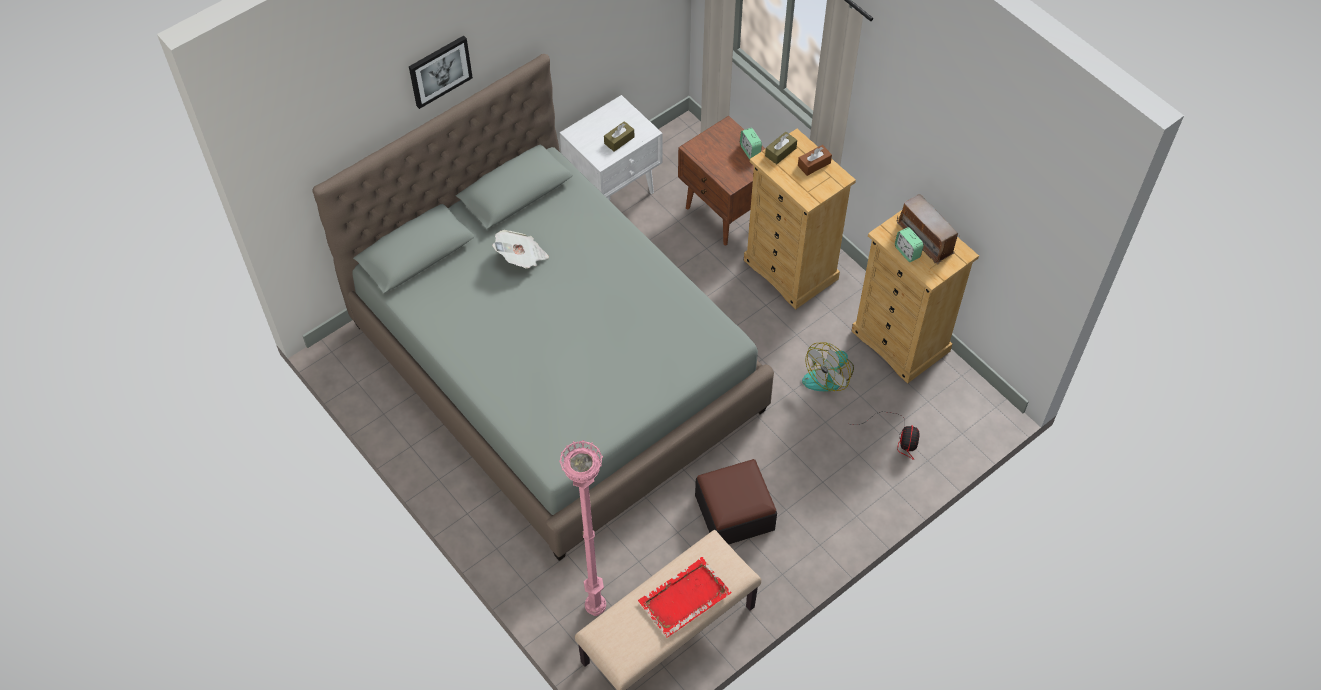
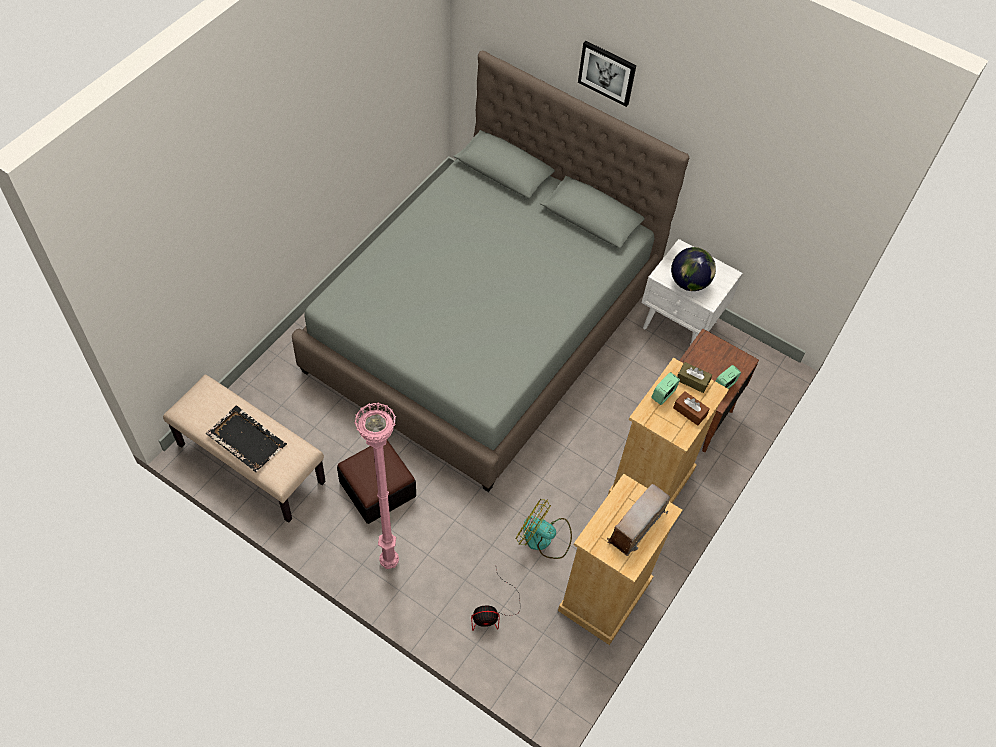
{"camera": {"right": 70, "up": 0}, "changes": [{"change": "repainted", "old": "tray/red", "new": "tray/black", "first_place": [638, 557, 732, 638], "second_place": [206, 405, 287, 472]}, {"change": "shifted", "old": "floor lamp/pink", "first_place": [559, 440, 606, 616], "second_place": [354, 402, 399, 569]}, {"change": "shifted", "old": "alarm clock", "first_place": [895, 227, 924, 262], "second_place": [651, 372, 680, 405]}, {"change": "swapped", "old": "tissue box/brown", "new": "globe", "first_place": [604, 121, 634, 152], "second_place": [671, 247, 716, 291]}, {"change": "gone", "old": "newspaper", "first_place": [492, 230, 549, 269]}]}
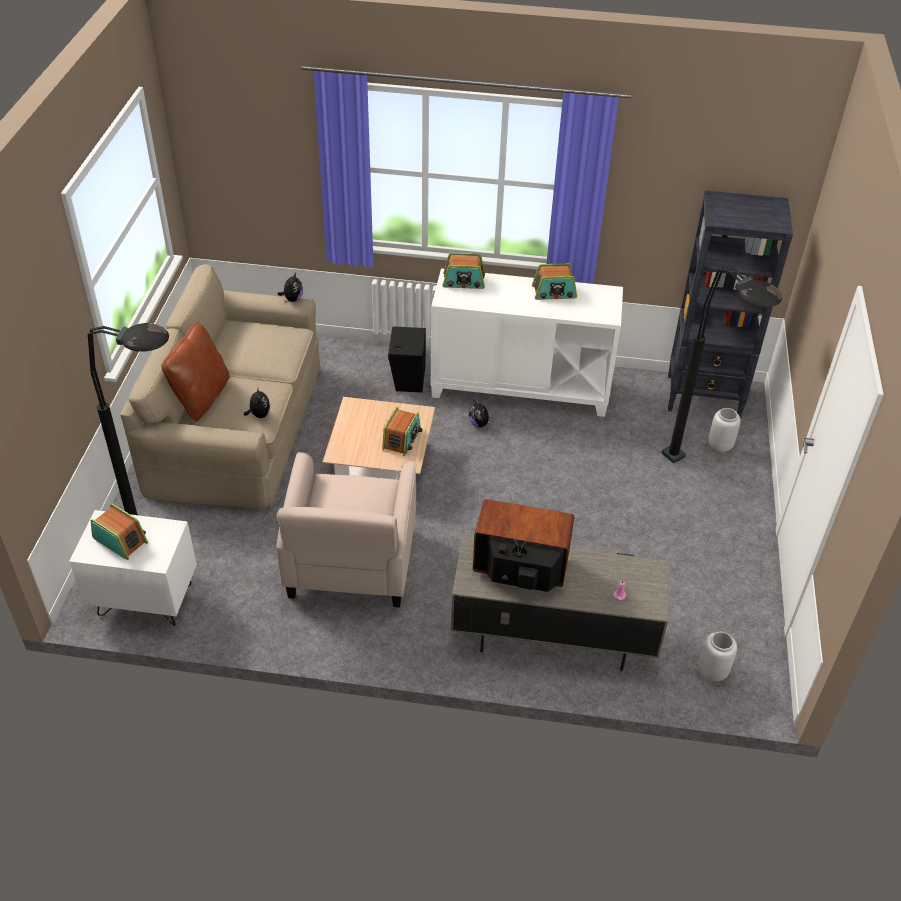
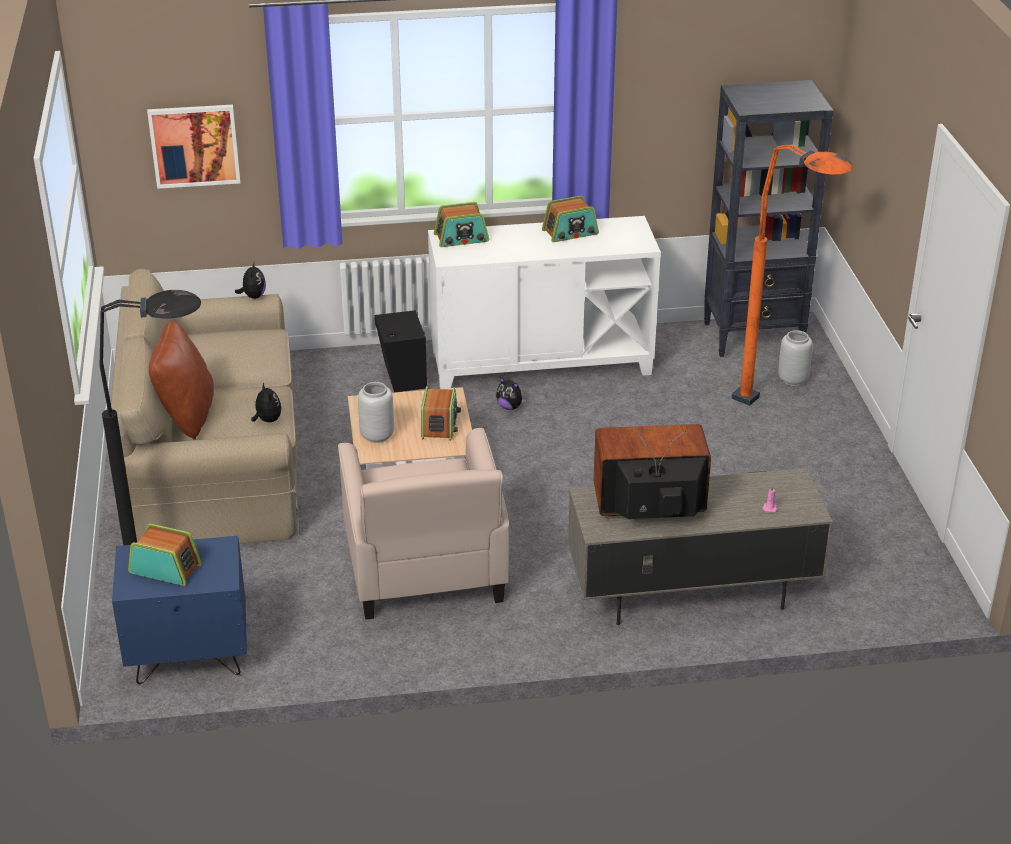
{"camera": {"right": -15, "up": -10}, "changes": [{"change": "repainted", "old": "nightstand/white", "new": "nightstand/blue", "first_place": [69, 510, 197, 626], "second_place": [112, 536, 247, 684]}, {"change": "new", "new": "picture", "second_place": [147, 105, 240, 189]}, {"change": "shifted", "old": "vase/grey", "first_place": [698, 632, 737, 681], "second_place": [358, 382, 394, 443]}, {"change": "repainted", "old": "floor lamp/black", "new": "floor lamp/orange", "first_place": [661, 266, 782, 464], "second_place": [731, 145, 853, 406]}]}
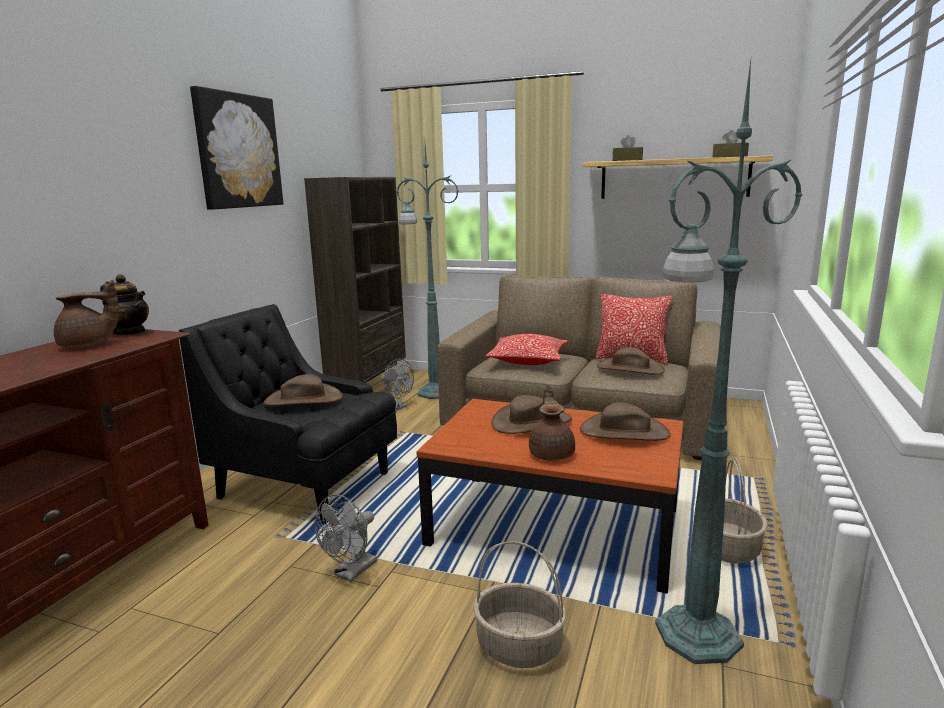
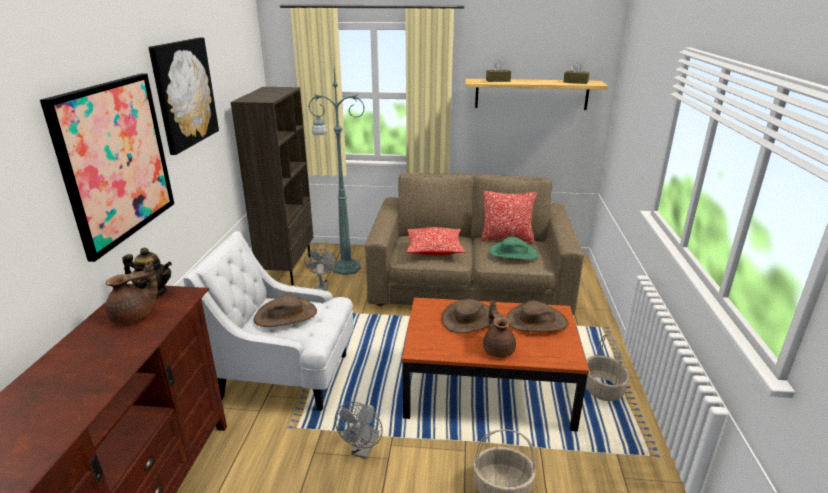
{"camera": {"right": -15, "up": 10}, "changes": [{"change": "new", "new": "picture", "second_place": [40, 73, 174, 262]}, {"change": "repainted", "old": "armchair/black", "new": "armchair/white", "first_place": [178, 304, 397, 524], "second_place": [183, 231, 353, 411]}, {"change": "rotated", "old": "fan/grey", "first_place": [381, 359, 414, 410], "second_place": [304, 249, 337, 291], "degrees": -120}, {"change": "repainted", "old": "hat/brown", "new": "hat/green", "first_place": [597, 347, 665, 375], "second_place": [489, 237, 539, 260]}, {"change": "gone", "old": "floor lamp/green", "first_place": [655, 60, 803, 664]}]}
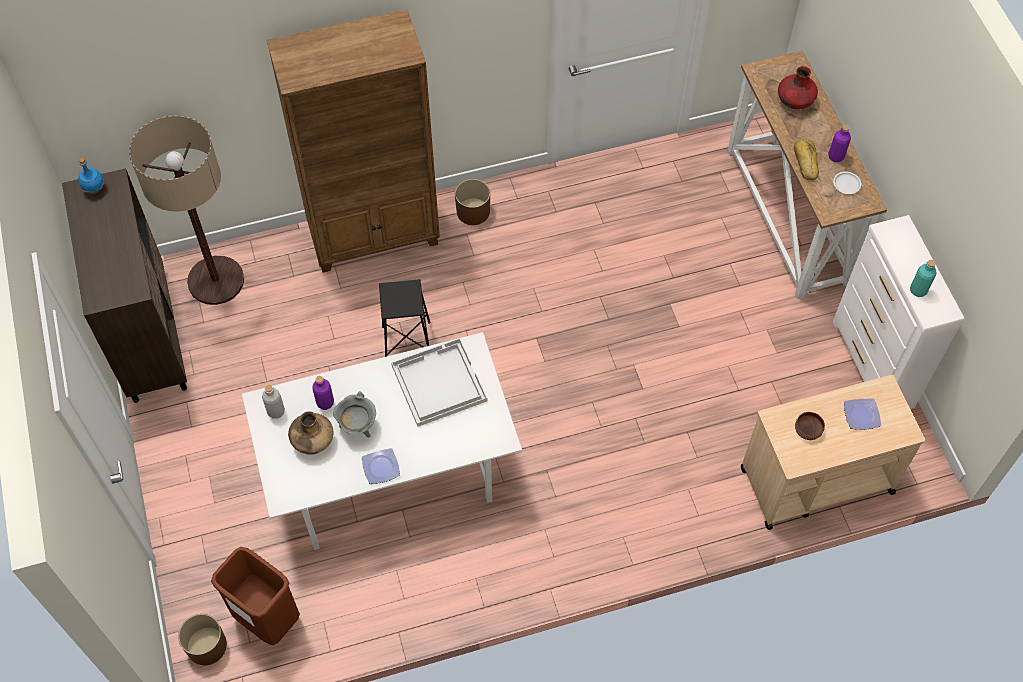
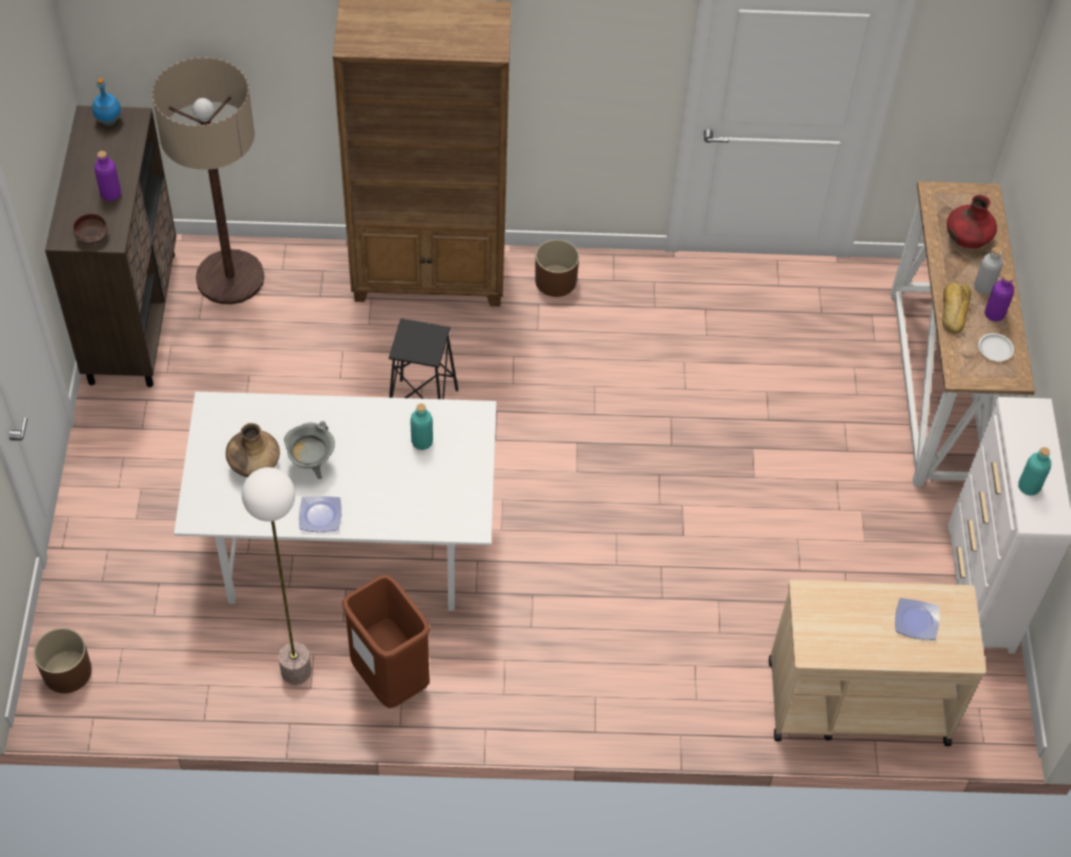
{"camera": {"right": 15, "up": -5}, "changes": [{"change": "shifted", "old": "bowl/brown", "first_place": [795, 412, 825, 440], "second_place": [73, 213, 108, 244]}, {"change": "shifted", "old": "bottle/purple", "first_place": [312, 376, 334, 410], "second_place": [94, 151, 121, 201]}, {"change": "new", "new": "floor lamp", "second_place": [242, 467, 311, 685]}, {"change": "shifted", "old": "trash can/brown", "first_place": [211, 547, 300, 645], "second_place": [342, 575, 430, 708]}, {"change": "swapped", "old": "tray/white", "new": "bottle/turquoise", "first_place": [391, 338, 487, 427], "second_place": [410, 403, 433, 450]}, {"change": "shifted", "old": "bottle/grey", "first_place": [262, 385, 285, 419], "second_place": [974, 247, 1003, 294]}]}
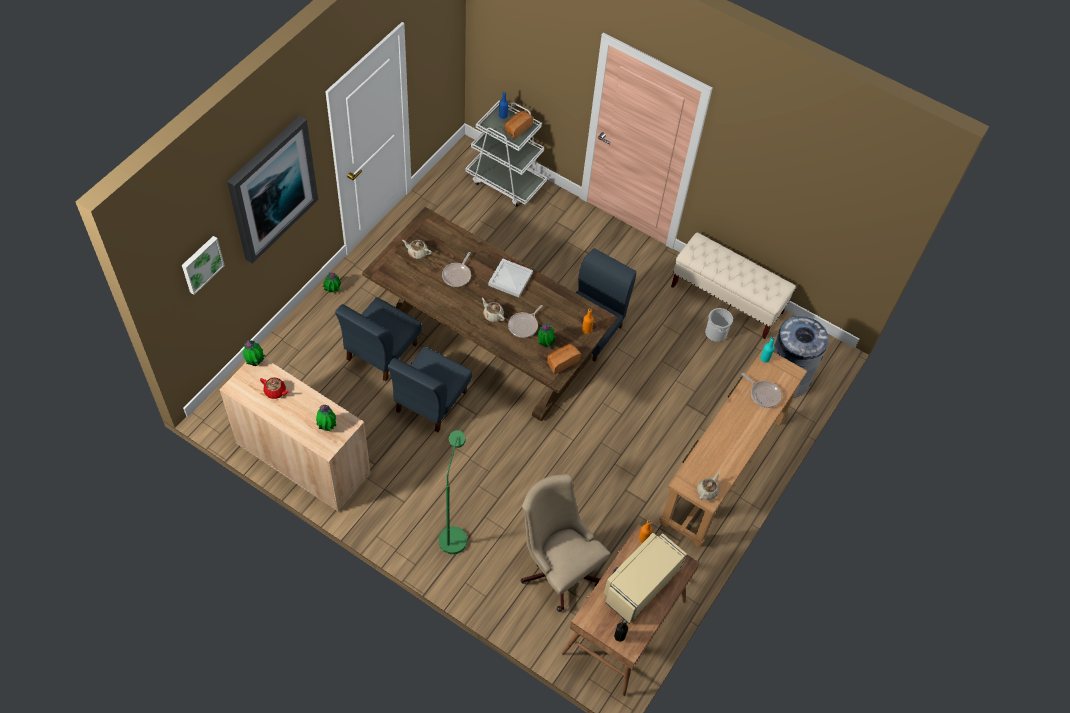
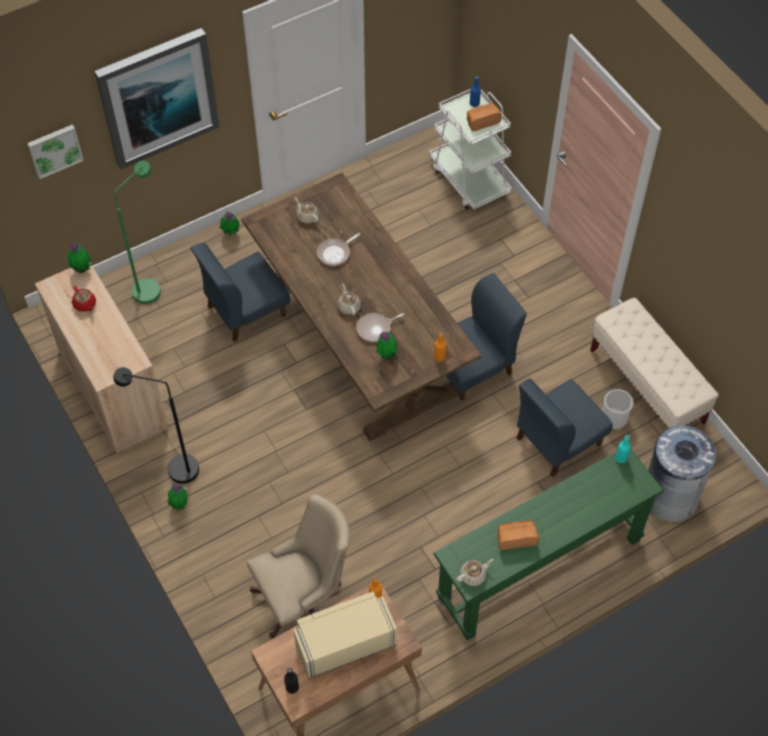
{"camera": {"right": 30, "up": 0}, "changes": [{"change": "new", "new": "floor lamp/black", "second_place": [113, 367, 199, 484]}, {"change": "shifted", "old": "floor lamp/green", "first_place": [439, 430, 467, 555], "second_place": [114, 161, 161, 304]}, {"change": "shifted", "old": "potted plant", "first_place": [316, 405, 336, 432], "second_place": [167, 483, 188, 512]}, {"change": "rotated", "old": "office chair/beige", "first_place": [520, 474, 610, 612], "second_place": [247, 494, 350, 638], "degrees": 75}, {"change": "repainted", "old": "console table/brown", "new": "console table/green", "first_place": [659, 348, 807, 548], "second_place": [434, 449, 664, 641]}, {"change": "shifted", "old": "bread", "first_place": [547, 344, 581, 374], "second_place": [498, 520, 539, 550]}, {"change": "shifted", "old": "chair/blue", "first_place": [388, 346, 472, 432], "second_place": [516, 378, 613, 477]}, {"change": "gone", "old": "tray/white", "first_place": [488, 258, 533, 298]}, {"change": "gone", "old": "frying pan", "first_place": [742, 373, 781, 408]}]}
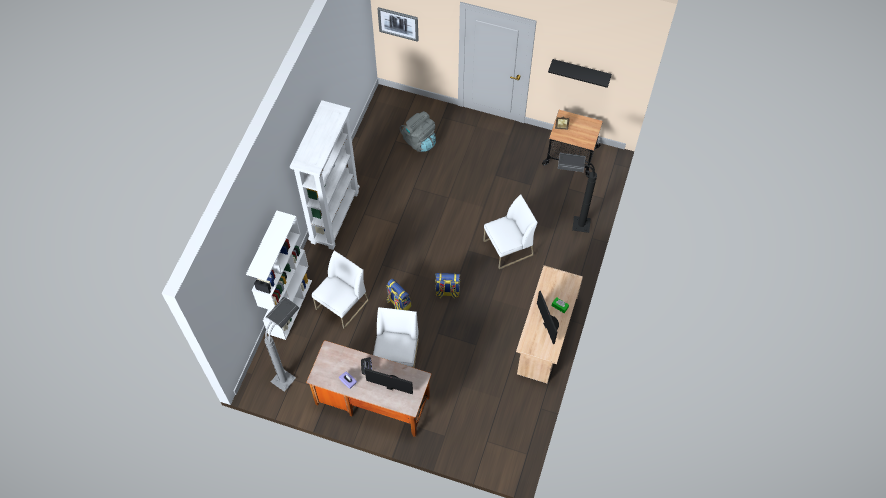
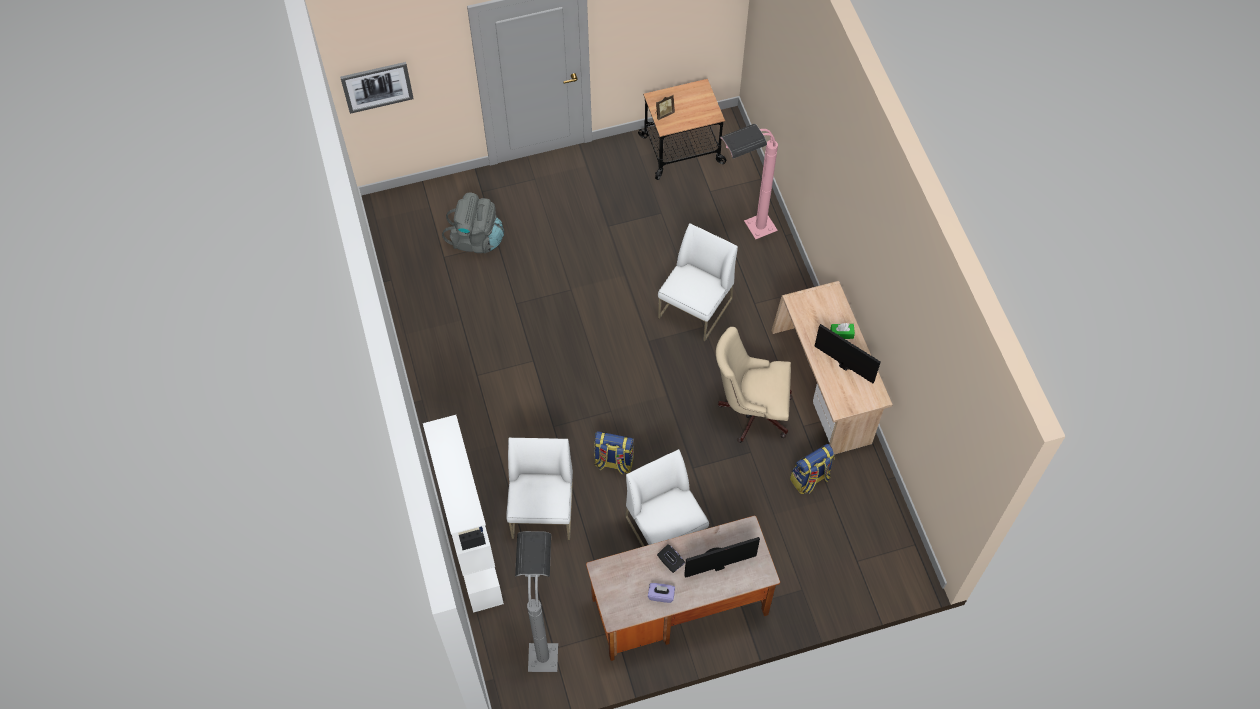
{"camera": {"right": -35, "up": 0}, "changes": [{"change": "new", "new": "office chair/beige", "second_place": [716, 327, 792, 443]}, {"change": "repainted", "old": "floor lamp/black", "new": "floor lamp/pink", "first_place": [558, 153, 597, 233], "second_place": [719, 124, 778, 239]}, {"change": "shifted", "old": "backpack", "first_place": [435, 273, 460, 299], "second_place": [790, 444, 835, 494]}, {"change": "gone", "old": "bookcase/white", "first_place": [290, 100, 360, 250]}, {"change": "gone", "old": "shelf/black", "first_place": [548, 59, 612, 88]}]}
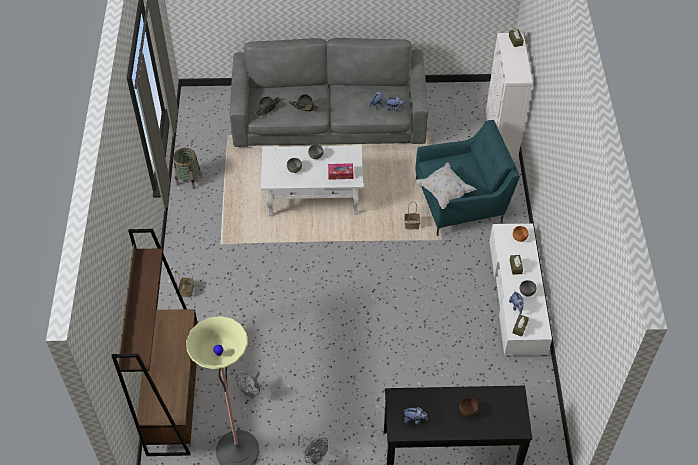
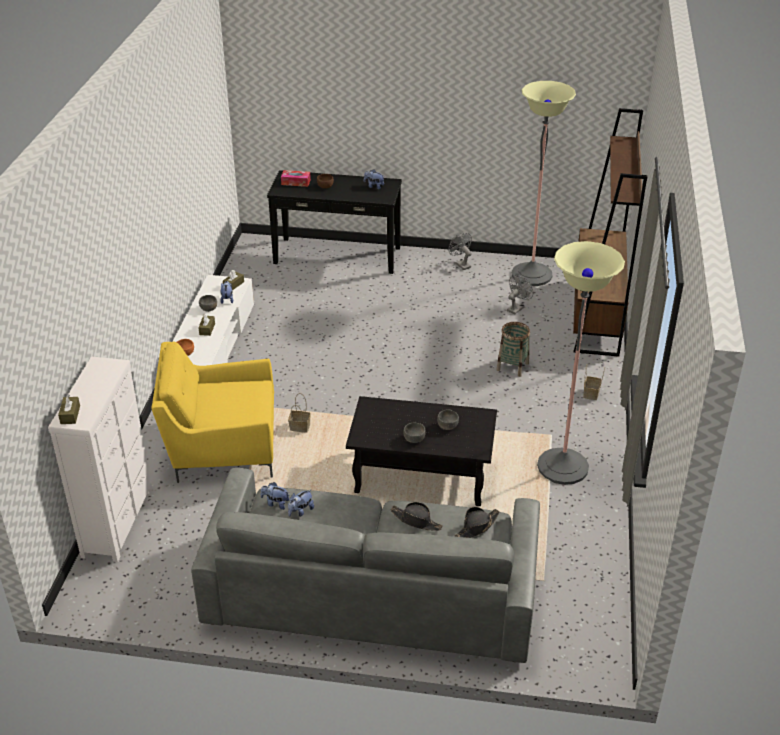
{"camera": {"right": -170, "up": -15}, "changes": [{"change": "repainted", "old": "armchair/turquoise", "new": "armchair/yellow", "first_place": [416, 120, 520, 236], "second_place": [152, 341, 274, 483]}, {"change": "shifted", "old": "tissue box", "first_place": [328, 163, 354, 180], "second_place": [281, 170, 311, 187]}, {"change": "repainted", "old": "coffee table/white", "new": "coffee table/black", "first_place": [261, 145, 363, 216], "second_place": [346, 396, 497, 506]}, {"change": "shifted", "old": "basket", "first_place": [173, 148, 202, 189], "second_place": [496, 322, 530, 377]}, {"change": "new", "new": "floor lamp", "second_place": [537, 241, 625, 485]}, {"change": "gone", "old": "pillow/white", "first_place": [416, 163, 476, 209]}]}
